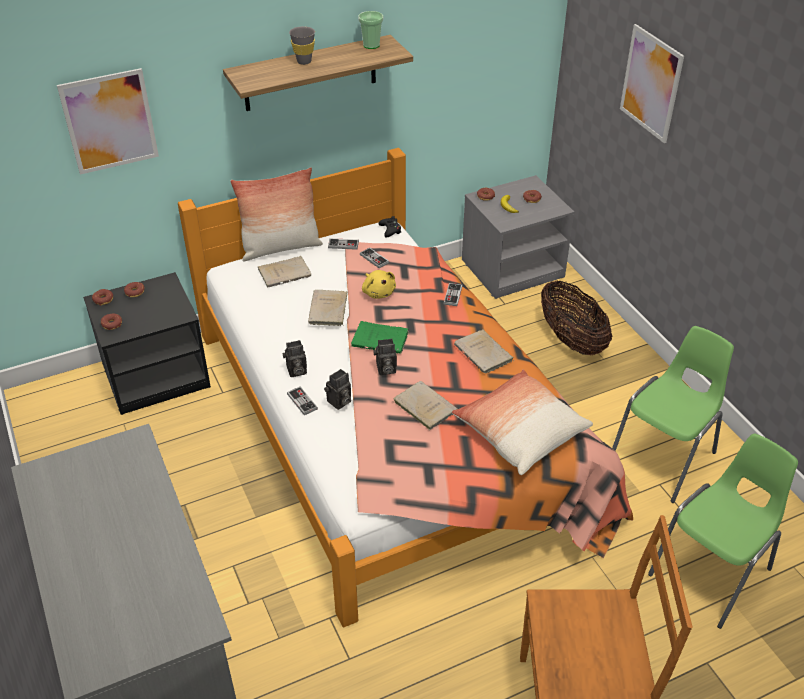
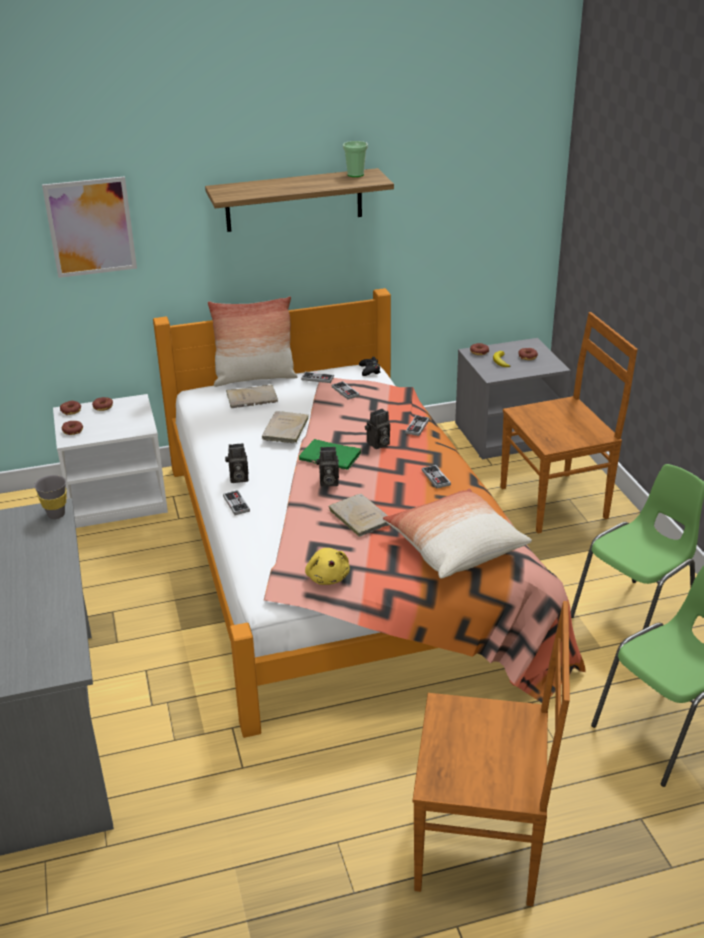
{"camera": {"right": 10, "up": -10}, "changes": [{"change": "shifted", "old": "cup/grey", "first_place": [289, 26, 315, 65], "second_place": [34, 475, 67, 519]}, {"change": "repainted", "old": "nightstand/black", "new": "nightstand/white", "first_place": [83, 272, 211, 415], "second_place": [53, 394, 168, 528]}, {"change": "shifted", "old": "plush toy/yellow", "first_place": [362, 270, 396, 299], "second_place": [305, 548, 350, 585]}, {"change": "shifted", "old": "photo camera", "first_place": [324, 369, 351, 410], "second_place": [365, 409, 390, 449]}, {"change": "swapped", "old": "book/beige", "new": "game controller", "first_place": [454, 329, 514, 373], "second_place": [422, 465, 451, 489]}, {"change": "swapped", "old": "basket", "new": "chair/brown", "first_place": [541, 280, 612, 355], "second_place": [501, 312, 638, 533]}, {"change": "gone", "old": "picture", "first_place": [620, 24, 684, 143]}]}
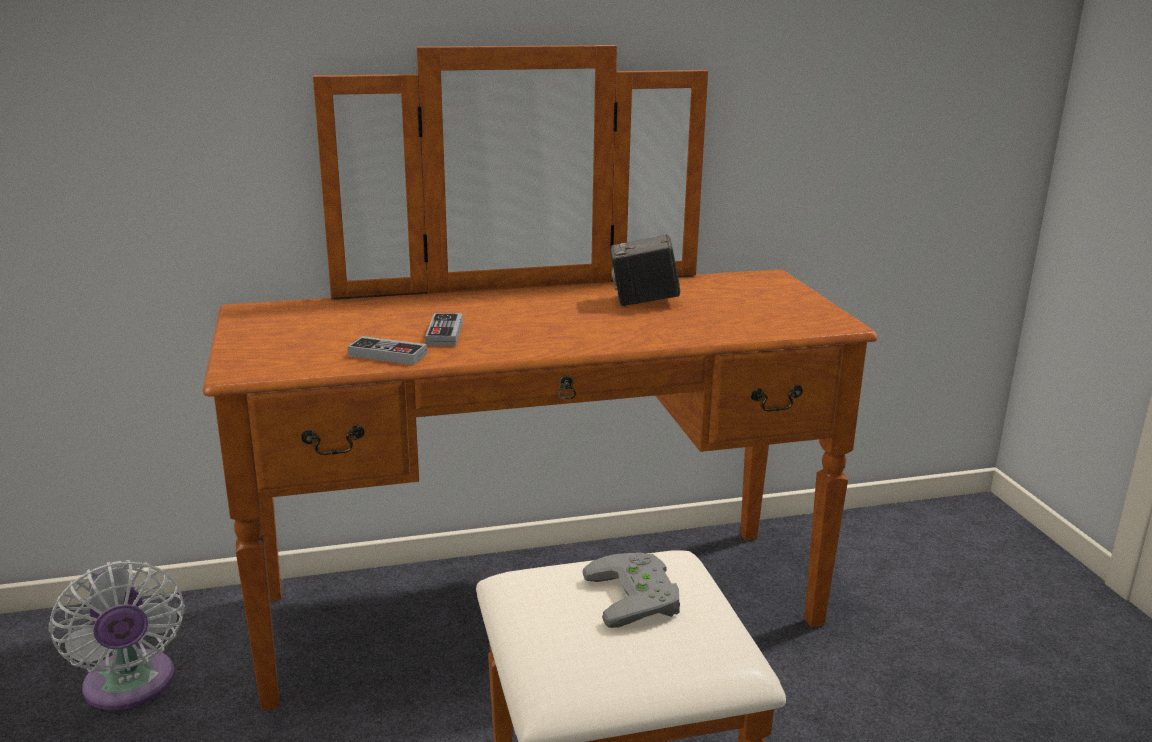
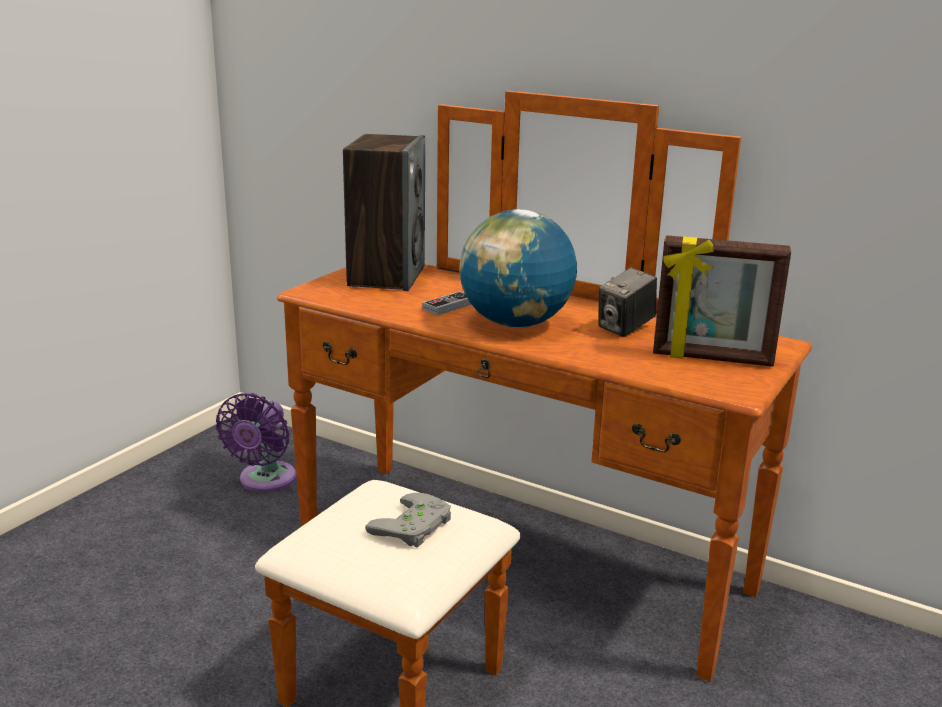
{"camera": {"right": 45, "up": 0}, "changes": [{"change": "repainted", "old": "fan/white", "new": "fan/purple", "first_place": [49, 560, 185, 710], "second_place": [216, 393, 297, 492]}, {"change": "new", "new": "speaker", "second_place": [343, 134, 425, 291]}, {"change": "new", "new": "globe", "second_place": [459, 209, 577, 328]}, {"change": "rotated", "old": "photo camera", "first_place": [611, 234, 680, 306], "second_place": [599, 267, 657, 337], "degrees": -90}, {"change": "new", "new": "picture frame", "second_place": [653, 235, 791, 367]}, {"change": "gone", "old": "game controller", "first_place": [347, 336, 427, 365]}]}
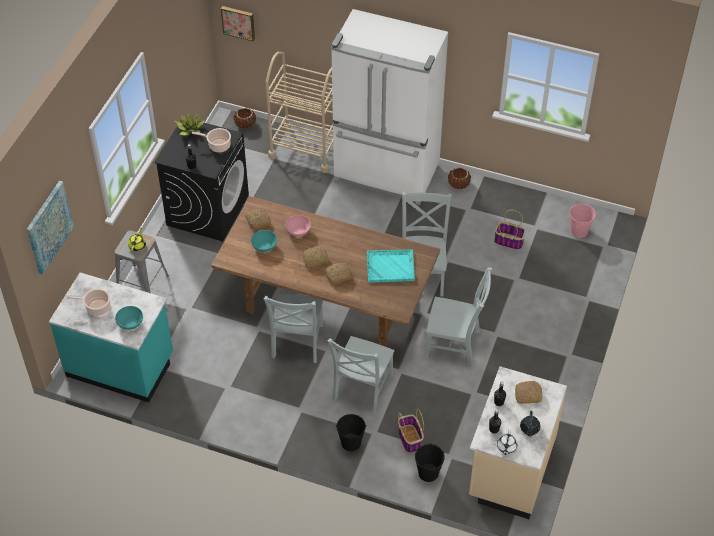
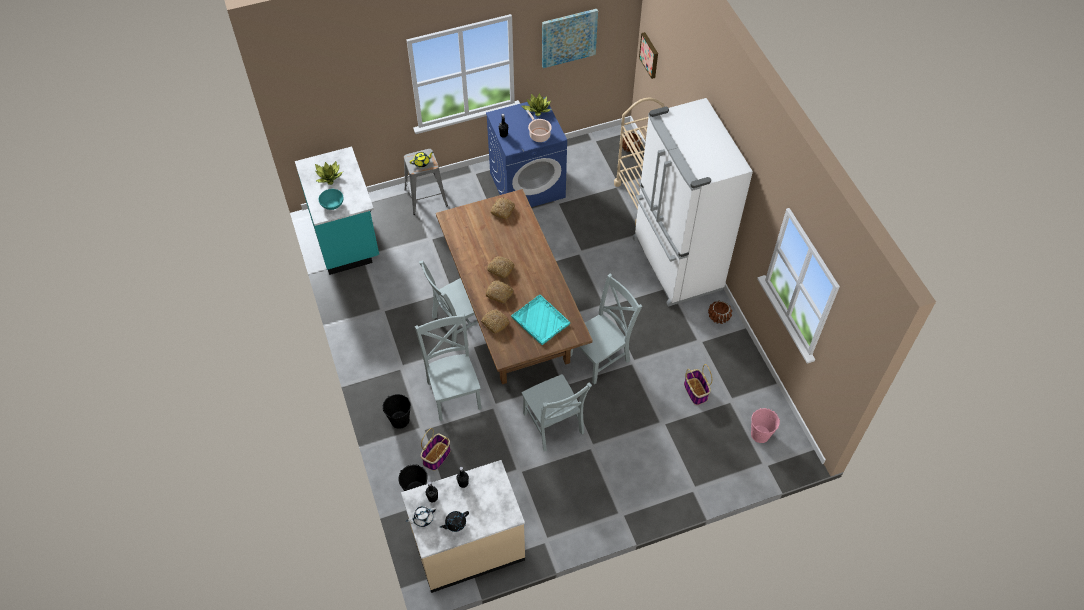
{"camera": {"right": 50, "up": 5}, "changes": [{"change": "swapped", "old": "cooking pot", "new": "potted plant", "first_place": [66, 288, 110, 316], "second_place": [315, 161, 343, 185]}, {"change": "rotated", "old": "chair/grey", "first_place": [327, 336, 395, 414], "second_place": [415, 313, 482, 421], "degrees": 90}, {"change": "shifted", "old": "bread", "first_place": [515, 381, 542, 404], "second_place": [481, 309, 510, 334]}, {"change": "repainted", "old": "washing machine/black", "new": "washing machine/blue", "first_place": [154, 121, 249, 241], "second_place": [486, 97, 567, 207]}, {"change": "shifted", "old": "picture", "first_place": [27, 181, 74, 275], "second_place": [542, 9, 598, 68]}, {"change": "gone", "old": "bowl/turquoise", "first_place": [251, 230, 277, 252]}, {"change": "gone", "old": "bowl/pink", "first_place": [285, 215, 311, 237]}]}
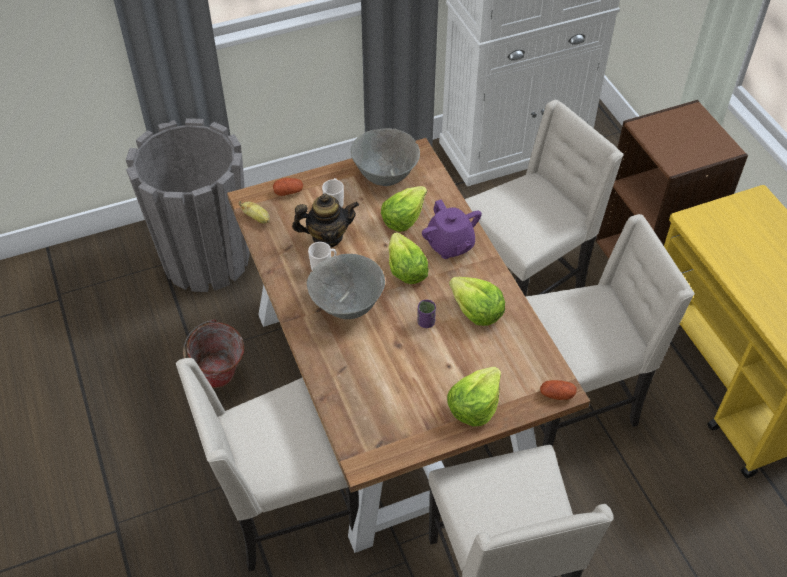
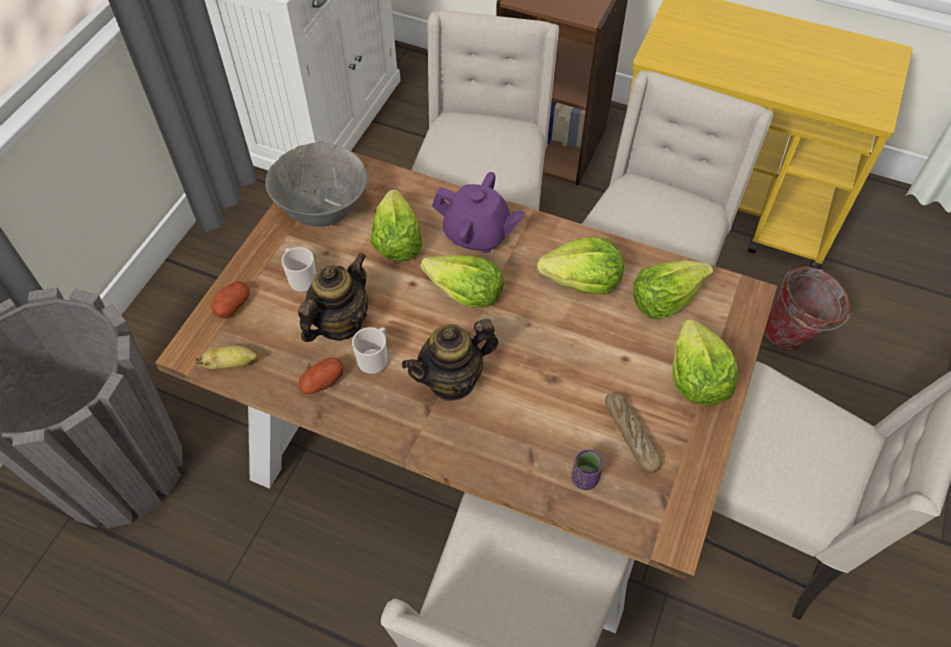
{"camera": {"right": -45, "up": 5}, "changes": [{"change": "shifted", "old": "potato", "first_place": [540, 380, 577, 400], "second_place": [299, 357, 343, 394]}, {"change": "swapped", "old": "bowl/grey", "new": "teapot", "first_place": [307, 254, 385, 319], "second_place": [402, 319, 499, 401]}, {"change": "shifted", "old": "cup/purple", "first_place": [417, 300, 436, 328], "second_place": [572, 449, 603, 490]}, {"change": "new", "new": "bread", "second_place": [605, 393, 662, 473]}, {"change": "new", "new": "lettuce", "second_place": [633, 260, 713, 319]}, {"change": "shifted", "old": "bucket", "first_place": [183, 319, 244, 388], "second_place": [764, 266, 853, 351]}]}
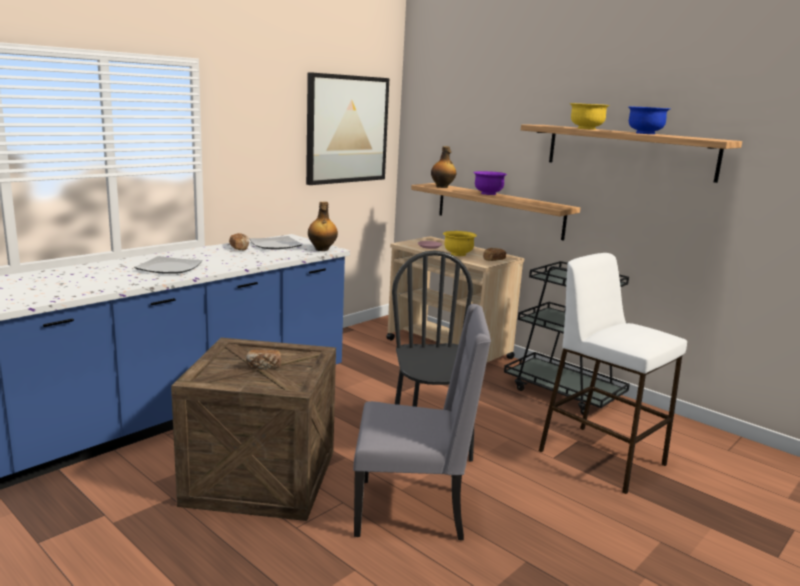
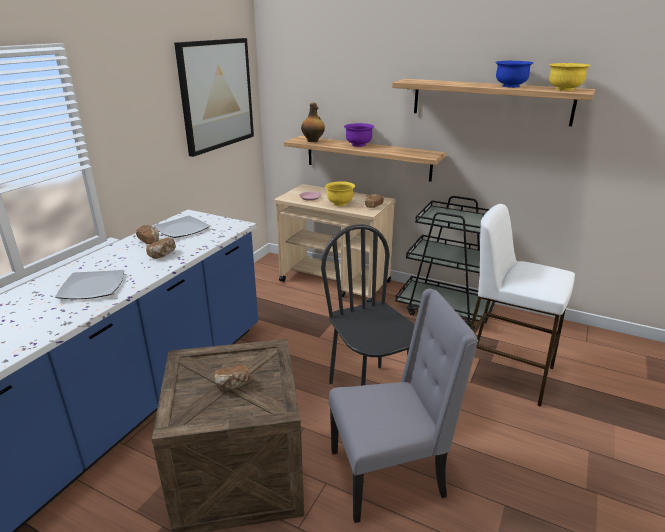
{"camera": {"right": -15, "up": 10}, "changes": [{"change": "new", "new": "bread", "second_place": [146, 238, 176, 259]}, {"change": "shifted", "old": "bowl/yellow", "first_place": [570, 103, 610, 130], "second_place": [549, 63, 591, 91]}, {"change": "gone", "old": "bottle", "first_place": [308, 202, 338, 251]}]}
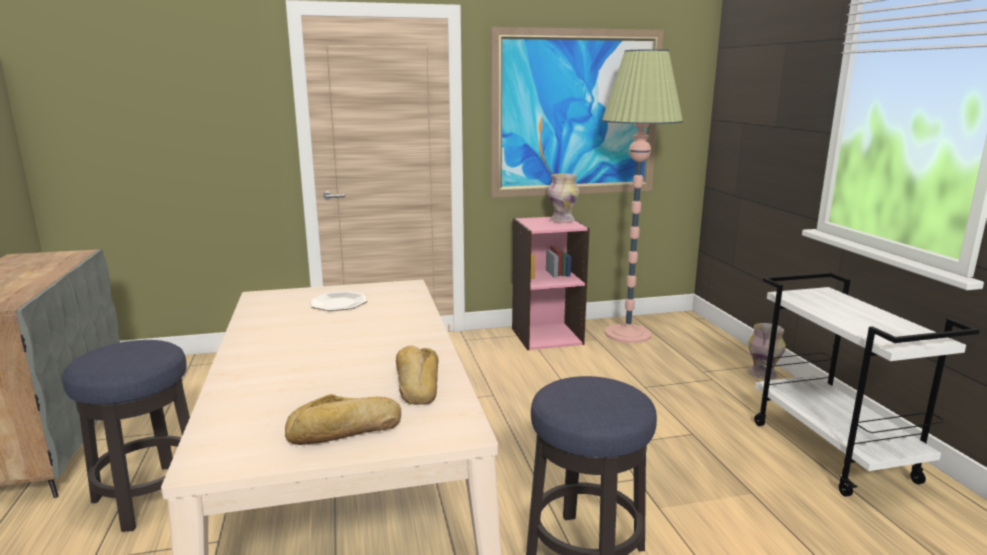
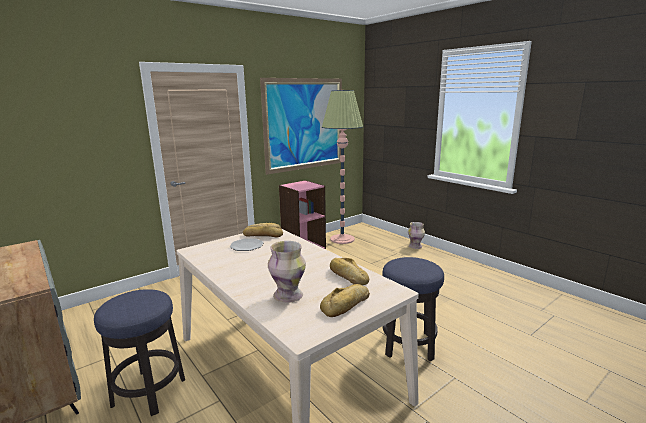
{"camera": {"right": -25, "up": 0}, "changes": [{"change": "new", "new": "bread", "second_place": [243, 223, 283, 238]}, {"change": "shifted", "old": "vase", "first_place": [548, 173, 579, 223], "second_place": [268, 241, 306, 303]}, {"change": "gone", "old": "cart/white", "first_place": [754, 272, 980, 497]}]}
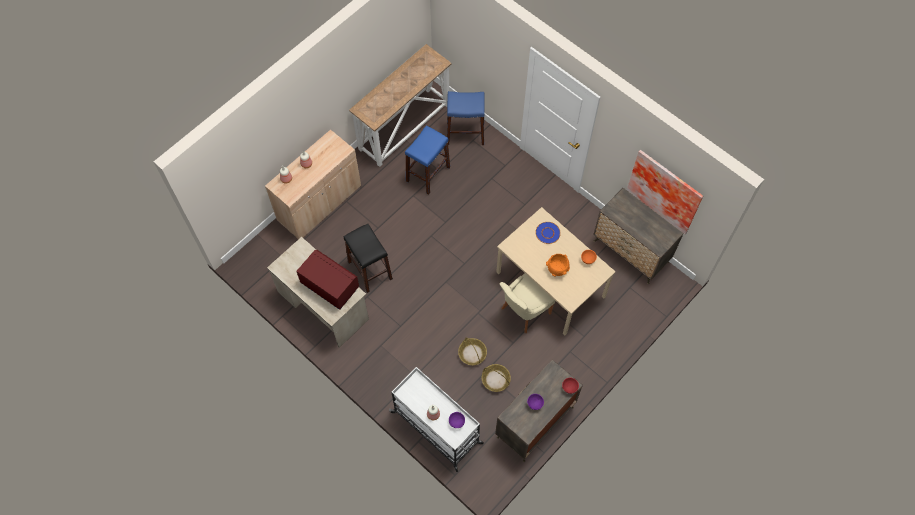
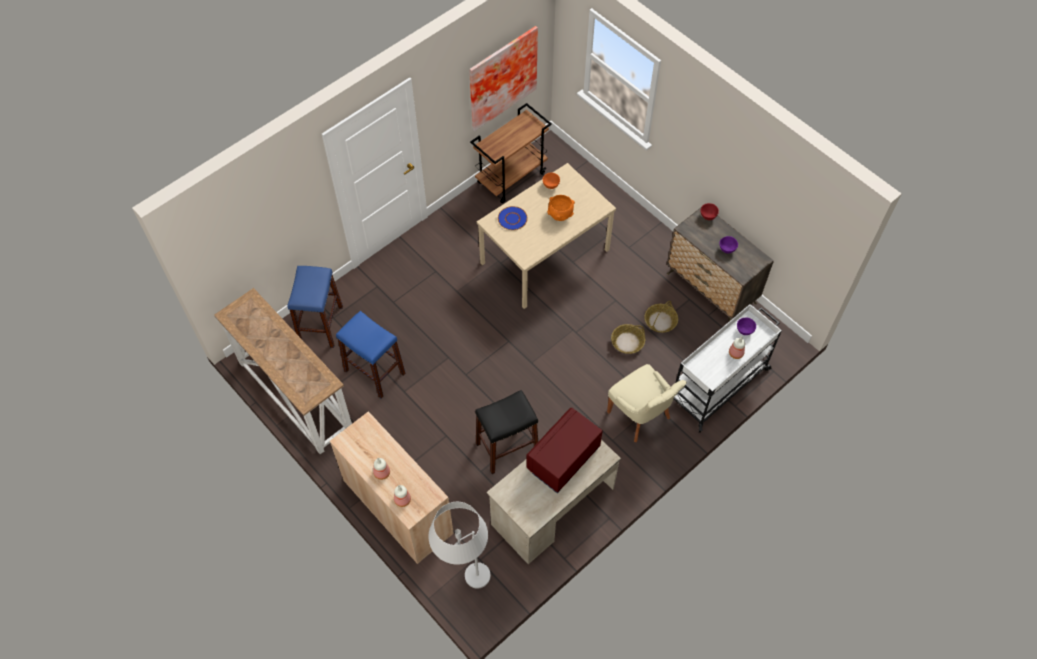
{"camera": {"right": -85, "up": -5}, "changes": [{"change": "new", "new": "floor lamp/white", "second_place": [429, 502, 491, 589]}, {"change": "swapped", "old": "dresser", "new": "cart/brown", "first_place": [593, 188, 684, 284], "second_place": [470, 103, 552, 203]}, {"change": "shifted", "old": "chair/beige", "first_place": [499, 273, 555, 333], "second_place": [607, 364, 687, 442]}]}
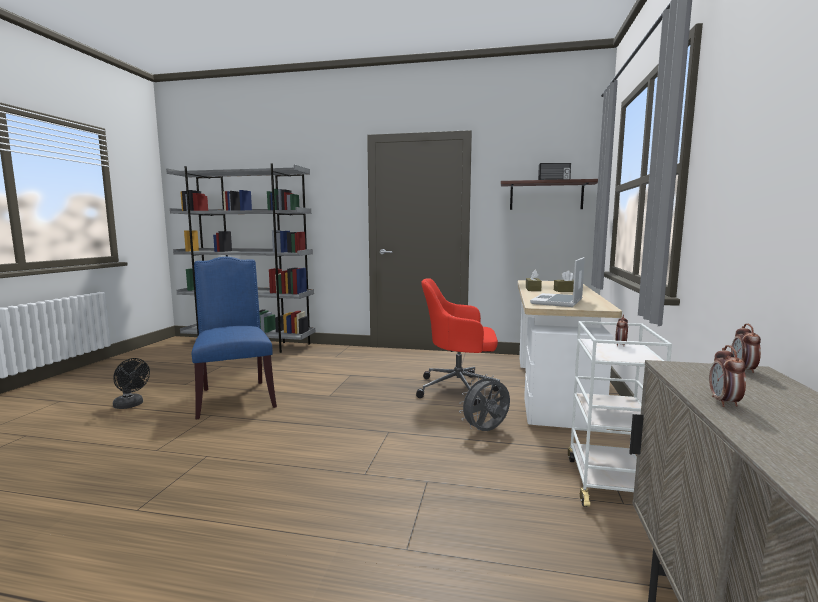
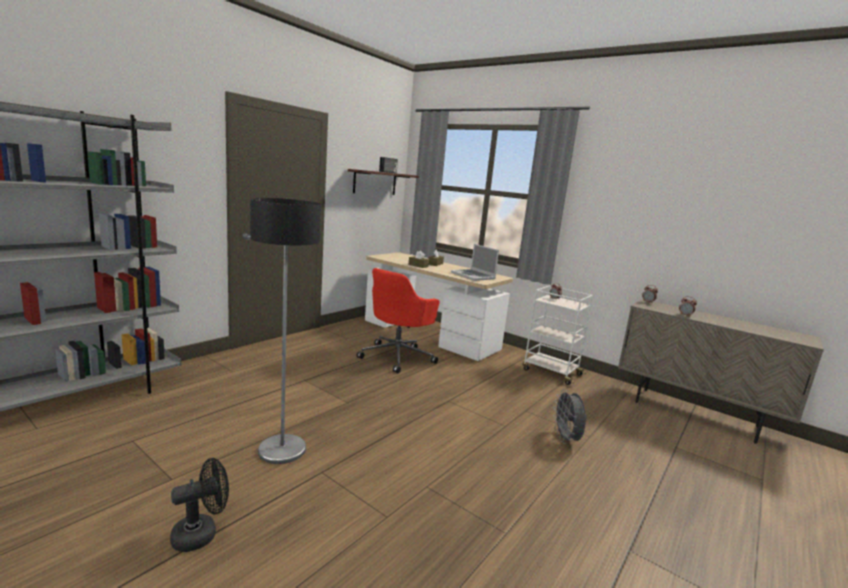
{"camera": {"right": -65, "up": 5}, "changes": [{"change": "swapped", "old": "chair/blue", "new": "floor lamp", "first_place": [192, 257, 277, 419], "second_place": [250, 198, 321, 464]}, {"change": "shifted", "old": "fan/grey", "first_place": [459, 374, 510, 431], "second_place": [553, 389, 587, 444]}]}
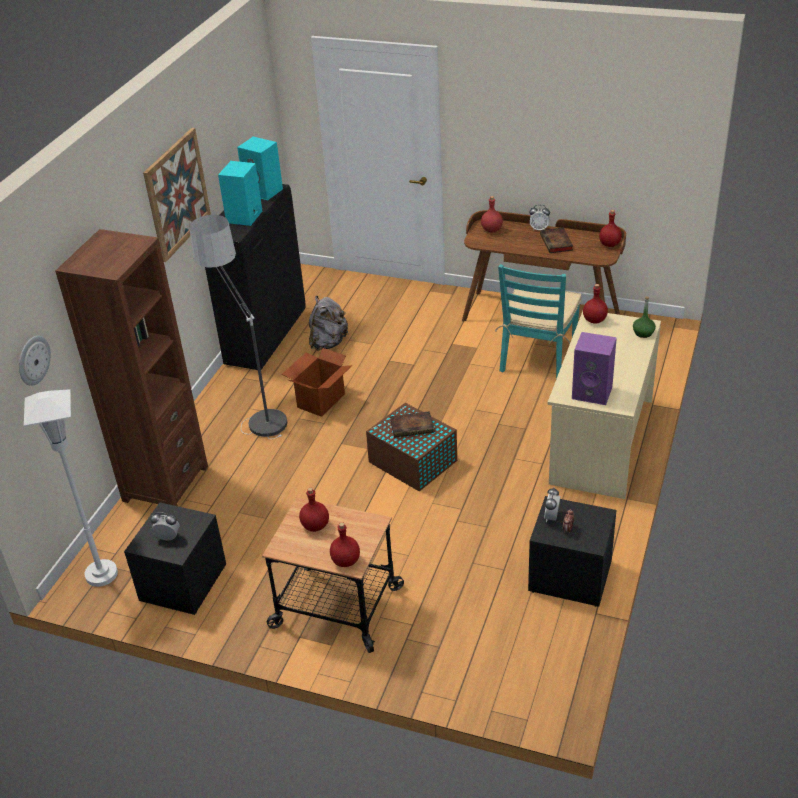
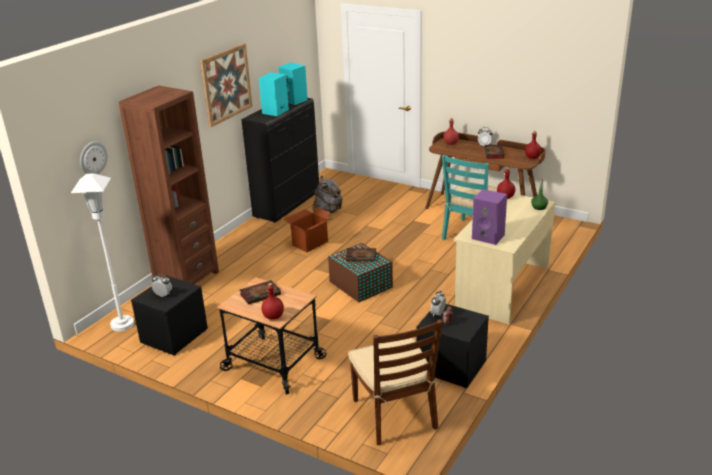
{"camera": {"right": 10, "up": -10}, "changes": [{"change": "swapped", "old": "bottle/red", "new": "book", "first_place": [299, 488, 329, 532], "second_place": [240, 280, 281, 305]}, {"change": "new", "new": "chair/brown", "second_place": [348, 319, 443, 445]}, {"change": "gone", "old": "floor lamp", "first_place": [189, 215, 287, 439]}]}
